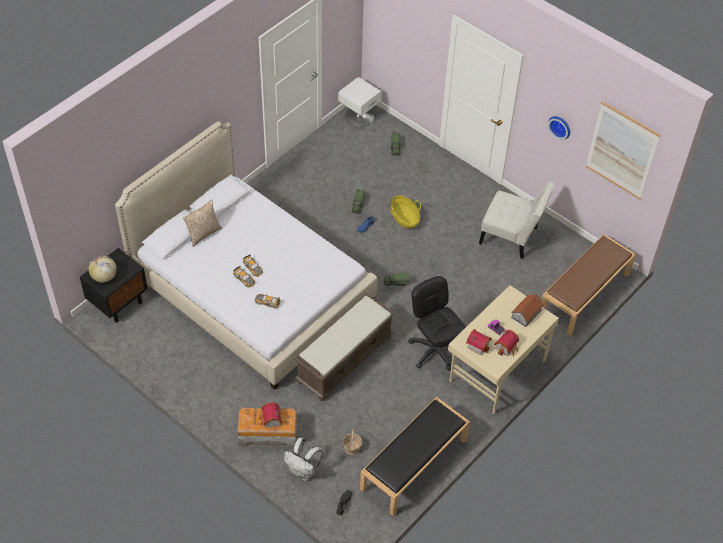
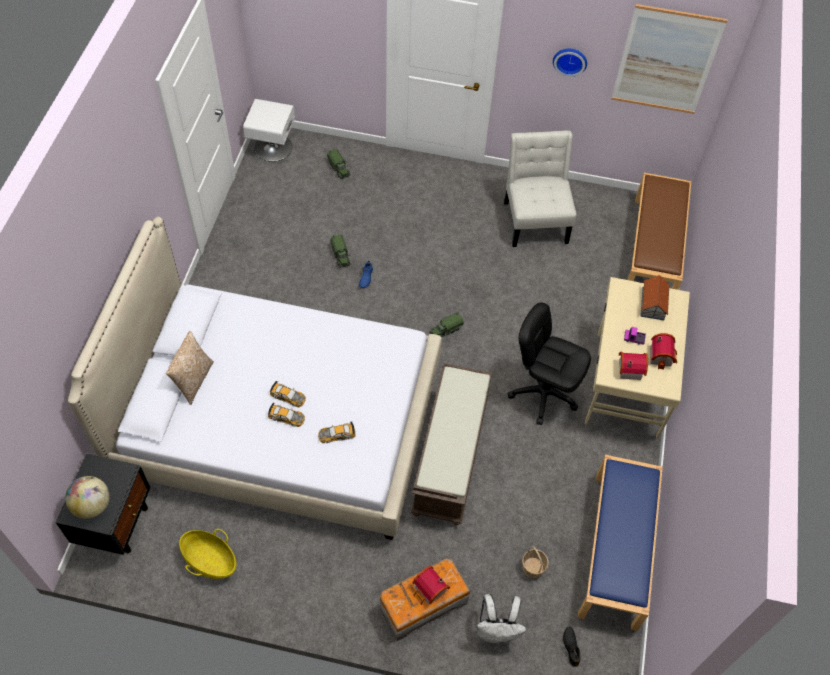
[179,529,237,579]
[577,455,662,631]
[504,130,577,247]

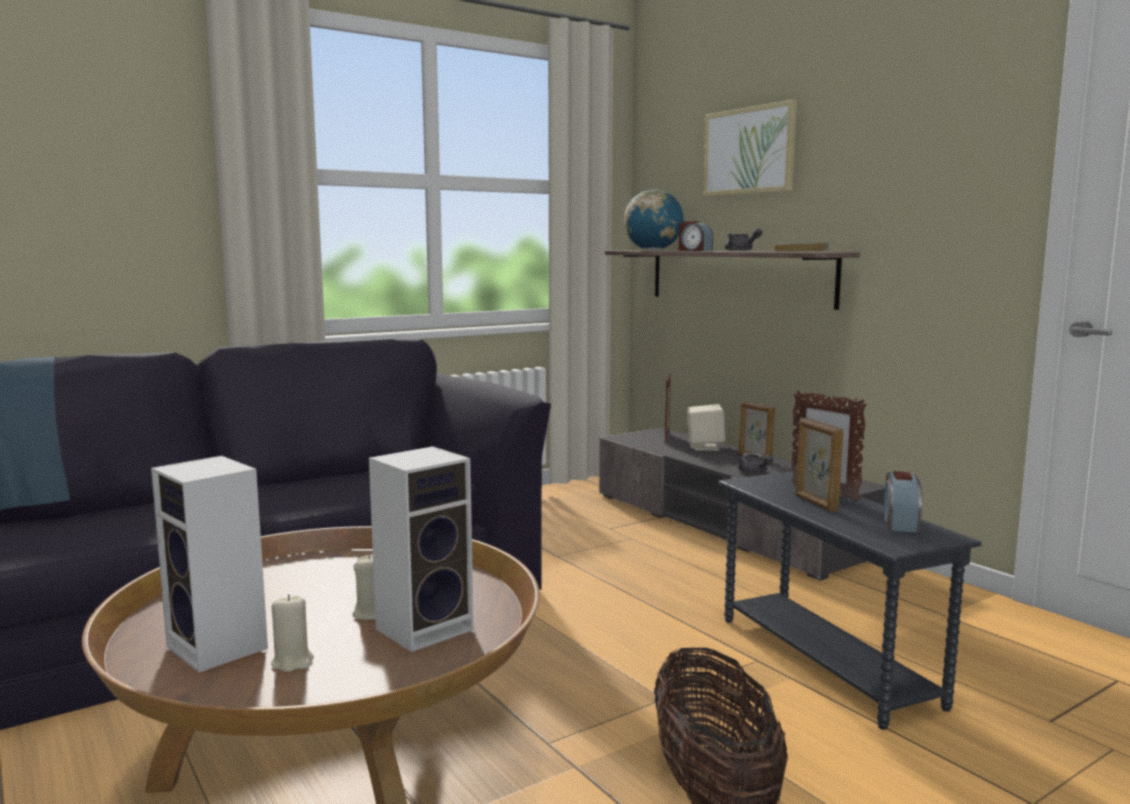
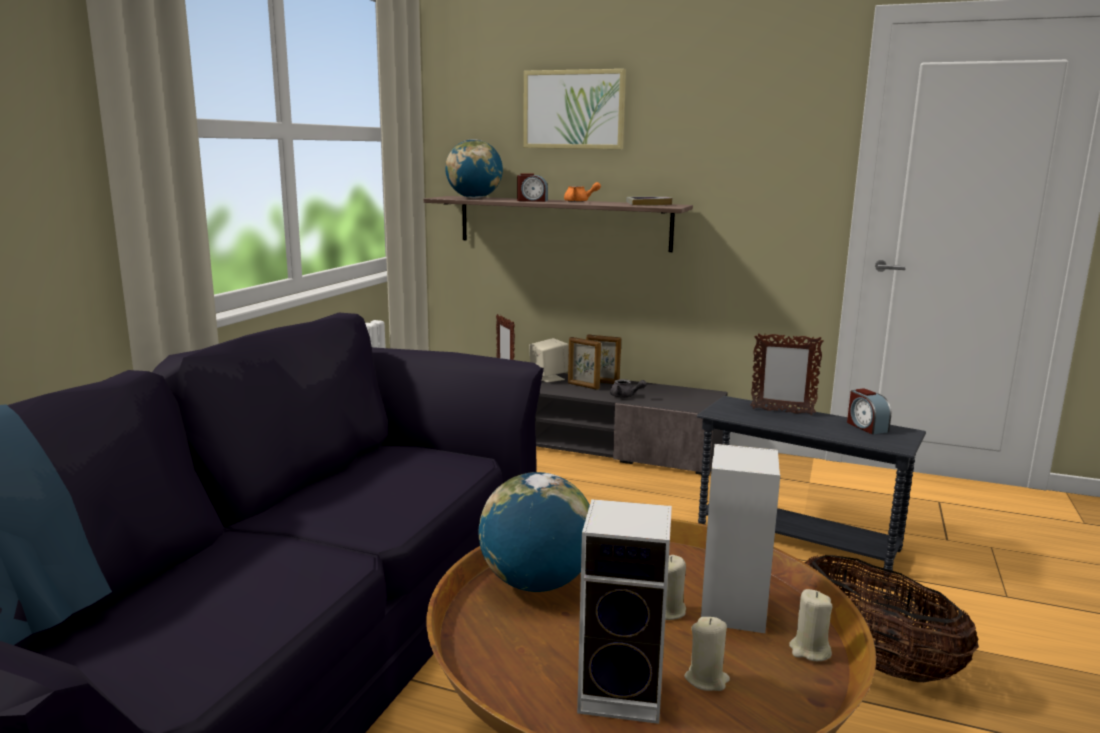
[478,472,590,592]
[789,589,833,661]
[568,337,601,390]
[564,182,601,202]

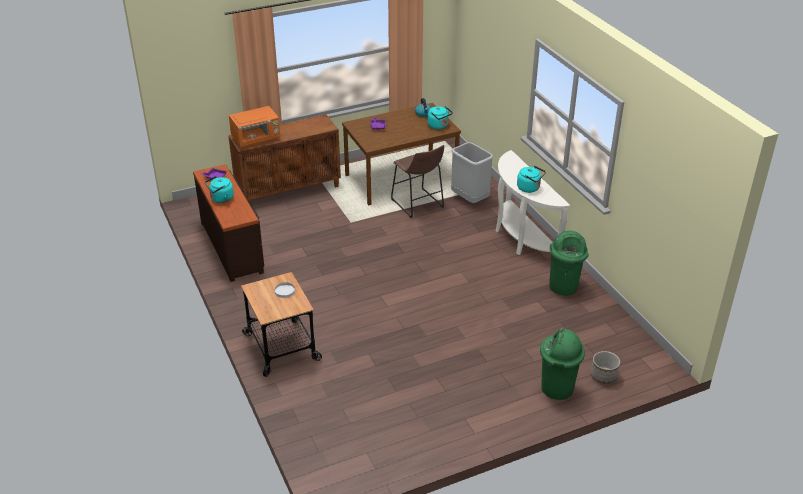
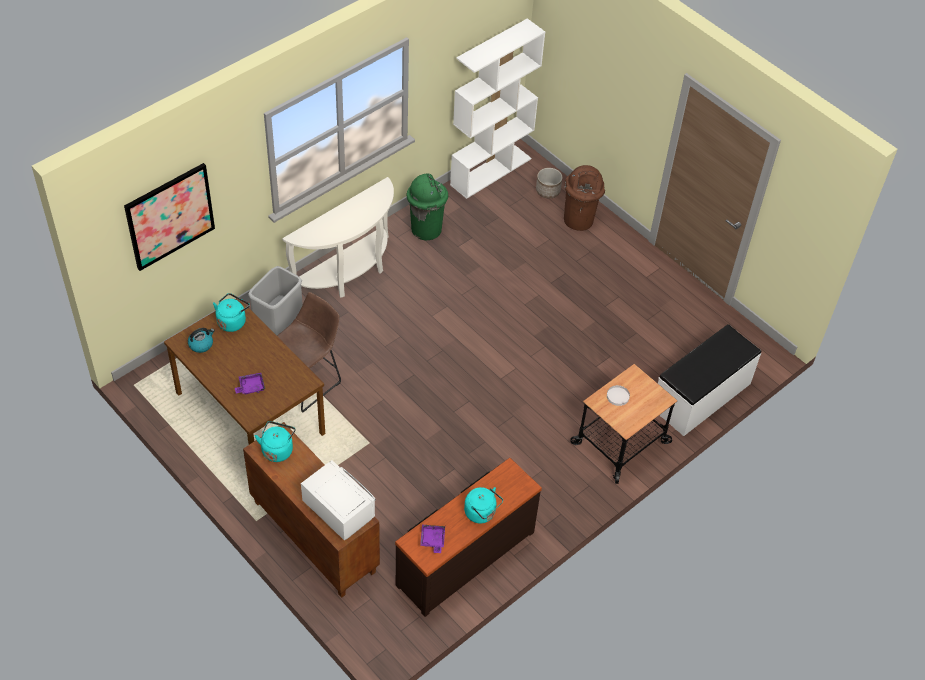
[124,163,215,271]
[450,18,545,199]
[658,324,761,436]
[255,421,296,462]
[301,460,376,540]
[564,165,605,231]

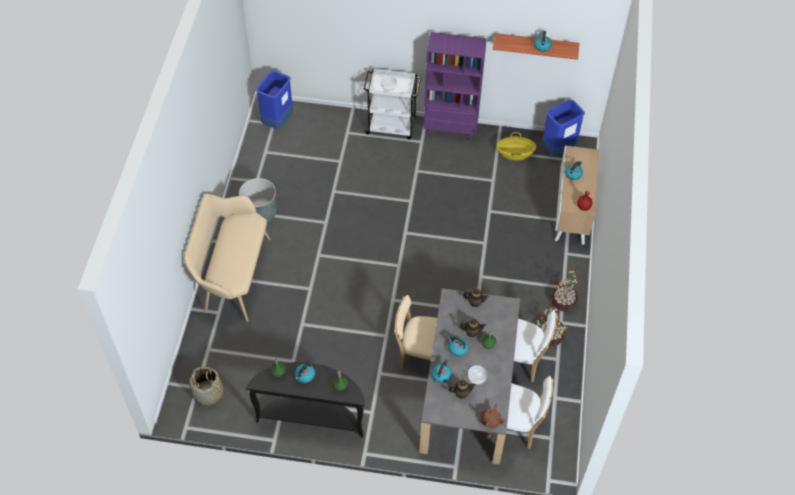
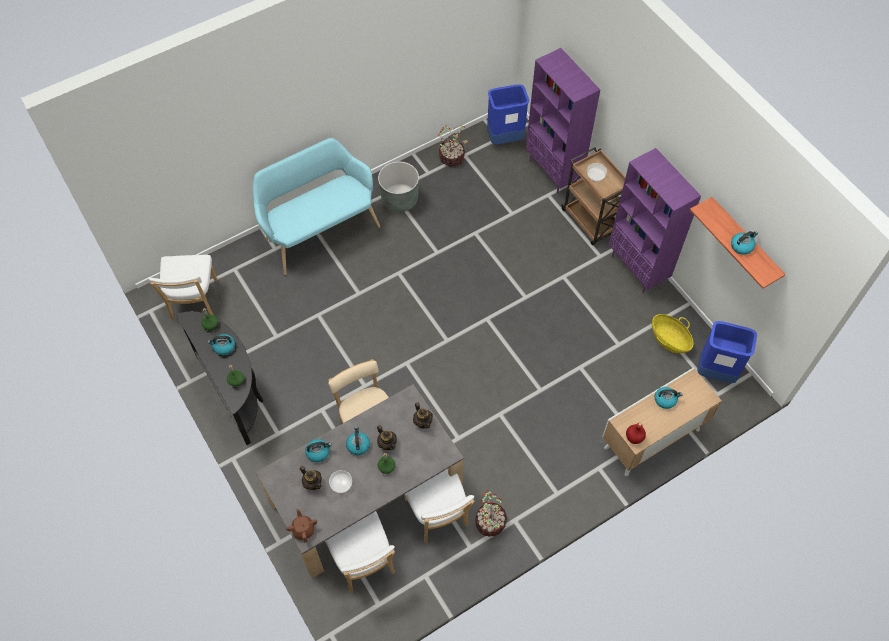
[526,48,600,194]
[438,125,469,166]
[149,255,217,320]
[253,138,380,275]
[561,147,625,245]

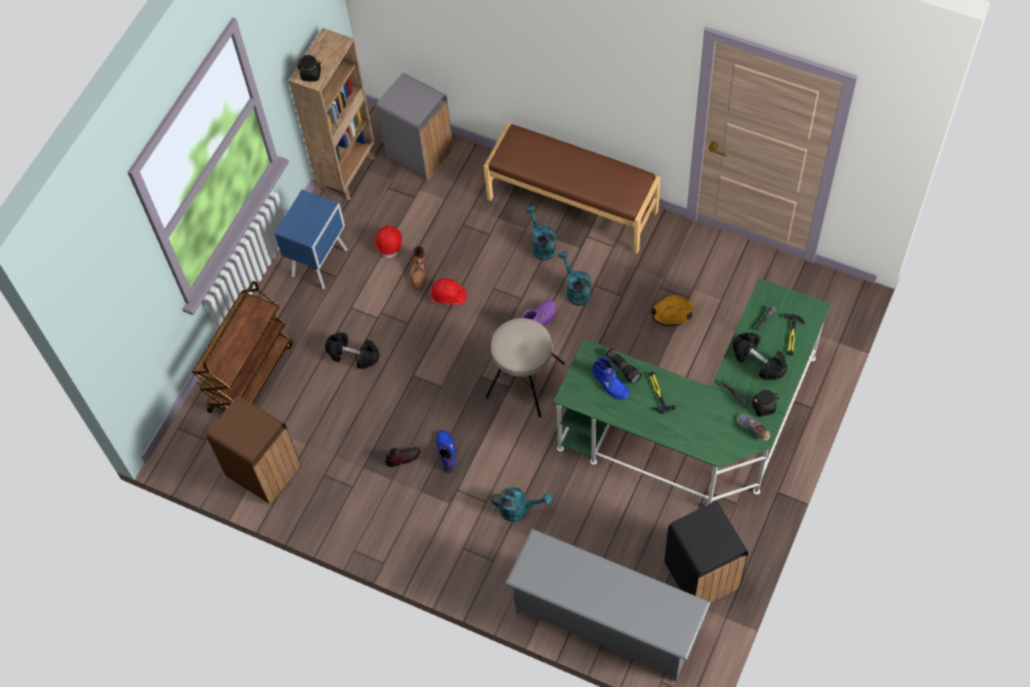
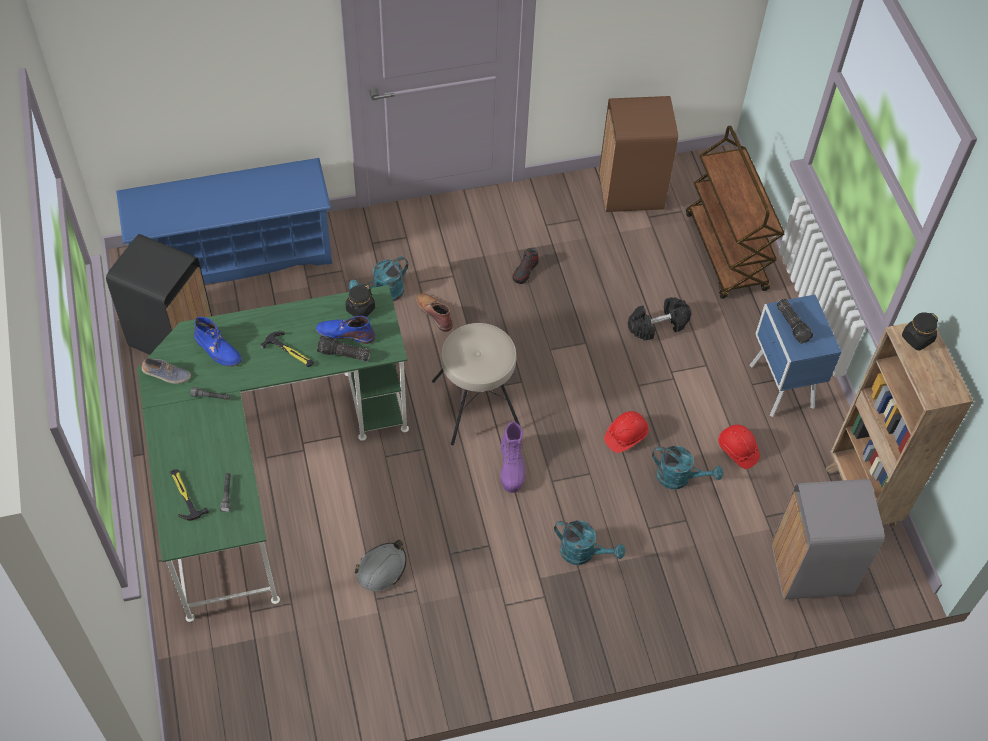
[484,123,661,254] (first image)
[733,332,788,381] (first image)
[777,299,813,344]
[416,293,453,332]
[194,317,242,366]
[652,446,723,489]
[346,284,375,317]
[116,158,332,284]
[355,540,407,591]

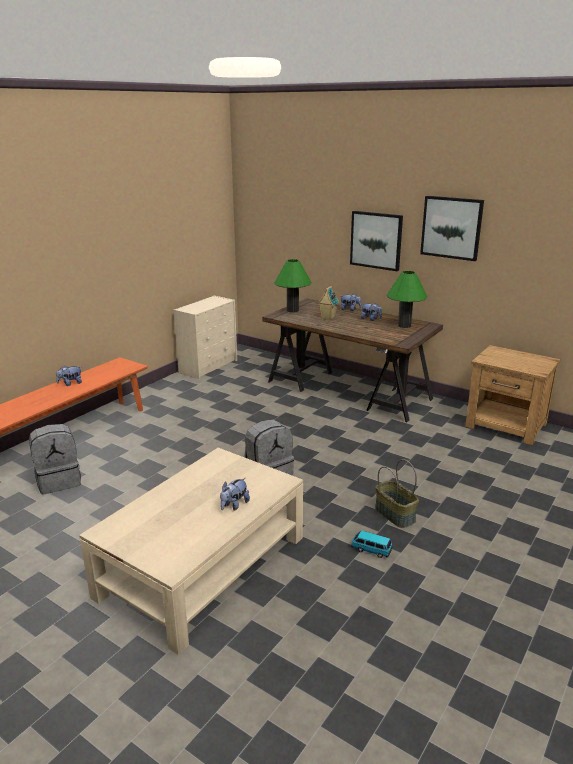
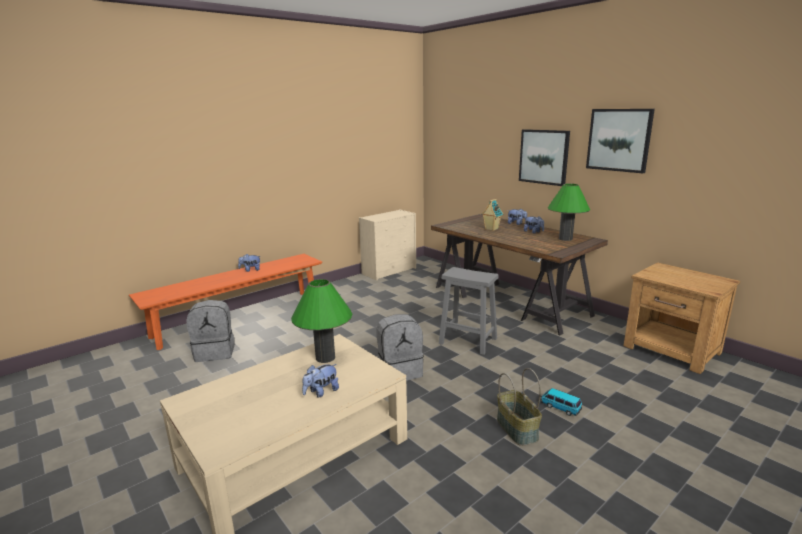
[439,267,499,355]
[291,279,352,363]
[541,388,582,416]

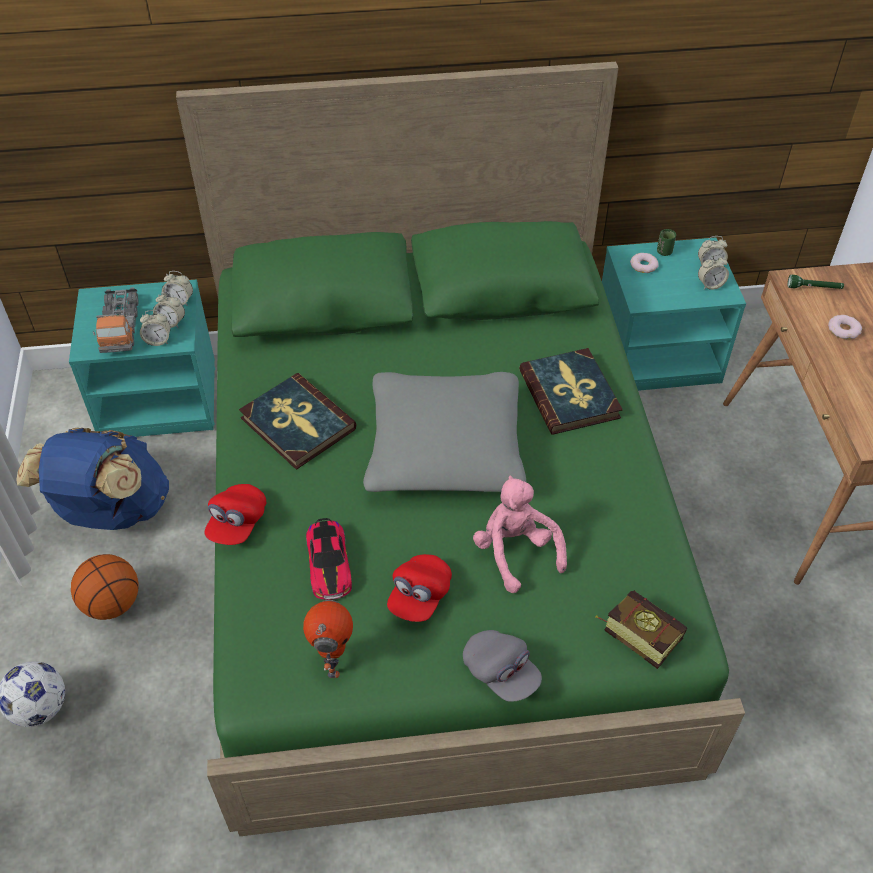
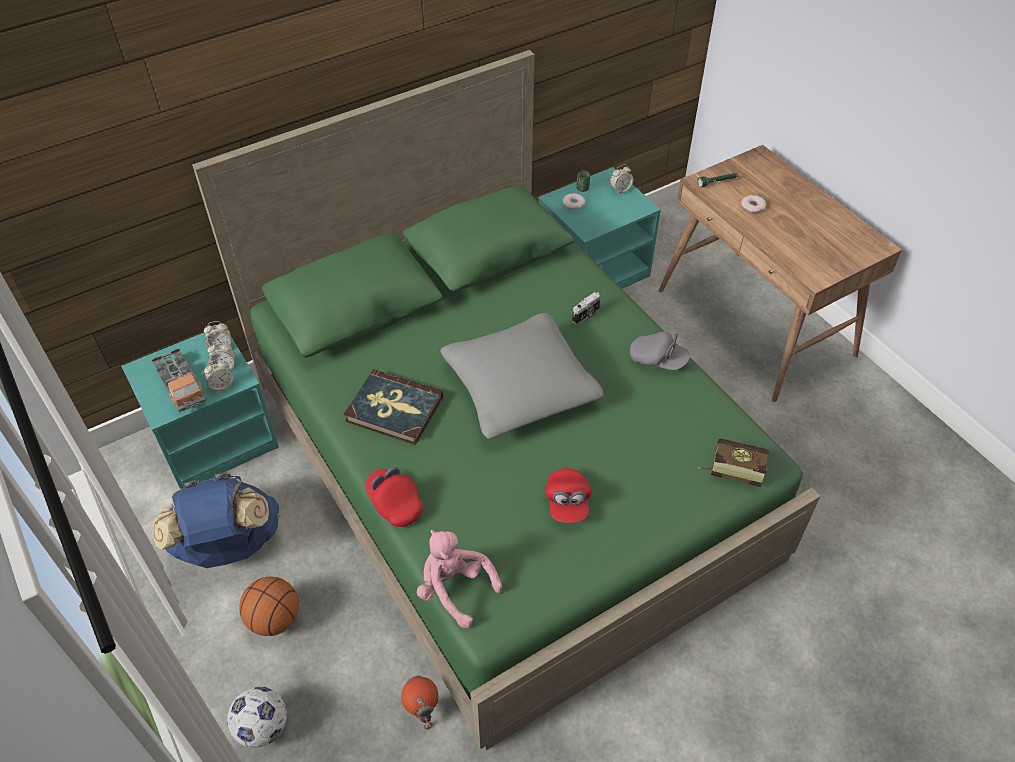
[306,518,352,600] (first image)
[698,254,729,290] (first image)
[401,676,438,730]
[630,331,690,370]
[417,530,502,628]
[572,292,600,325]
[365,467,423,527]

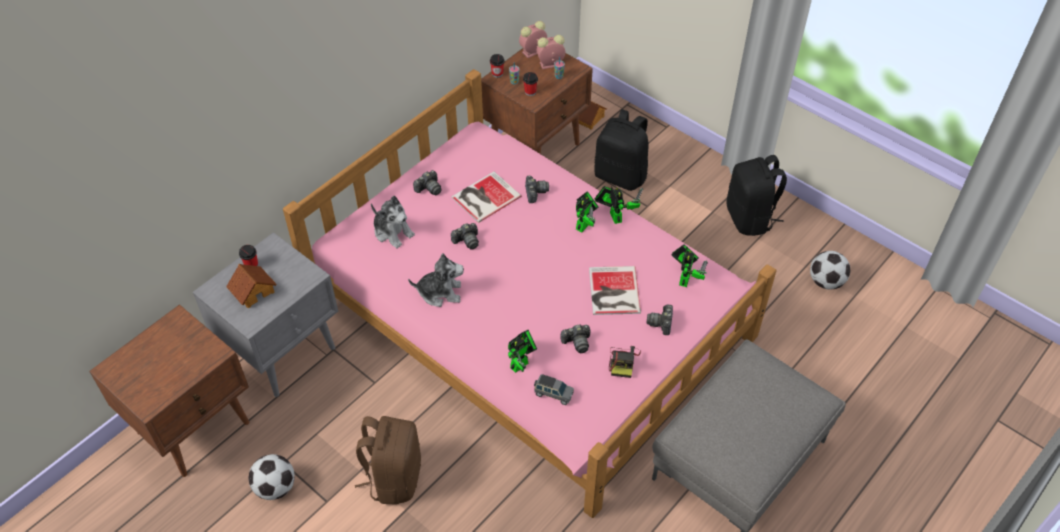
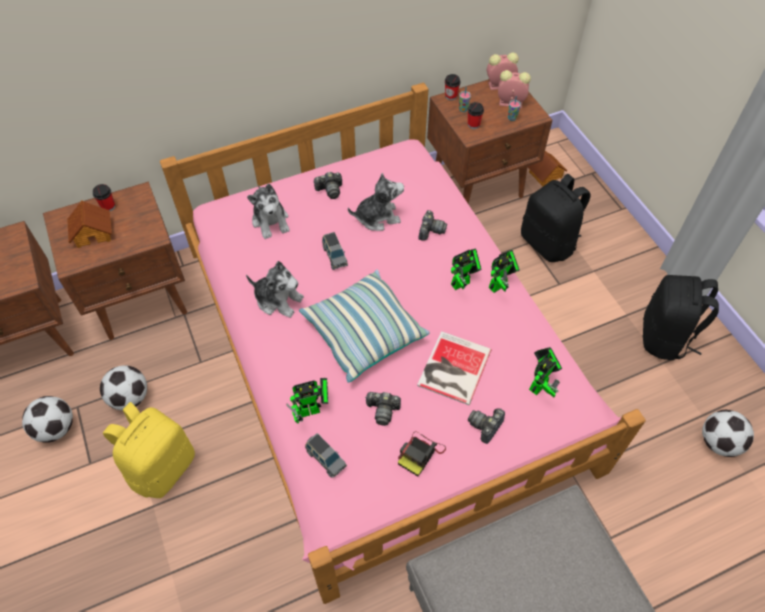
[100,365,147,410]
[299,270,429,383]
[322,232,348,270]
[348,173,404,231]
[43,181,187,340]
[103,402,195,498]
[489,250,520,293]

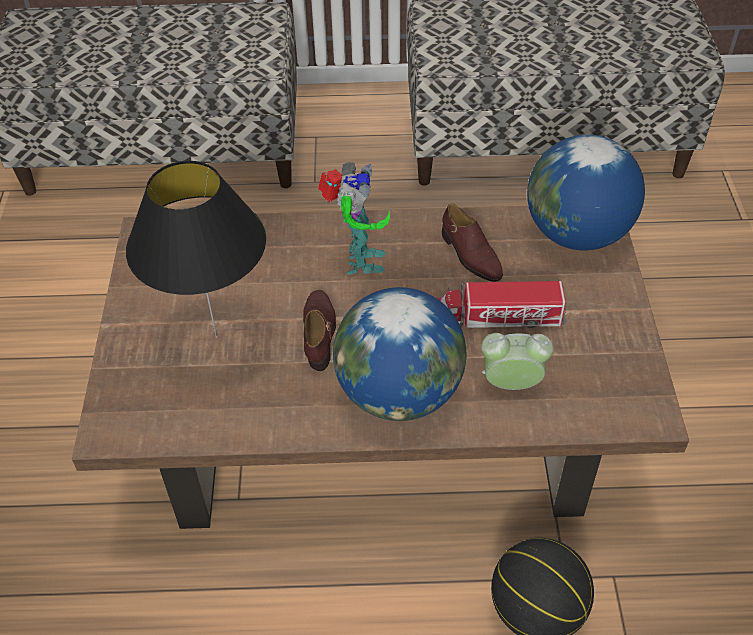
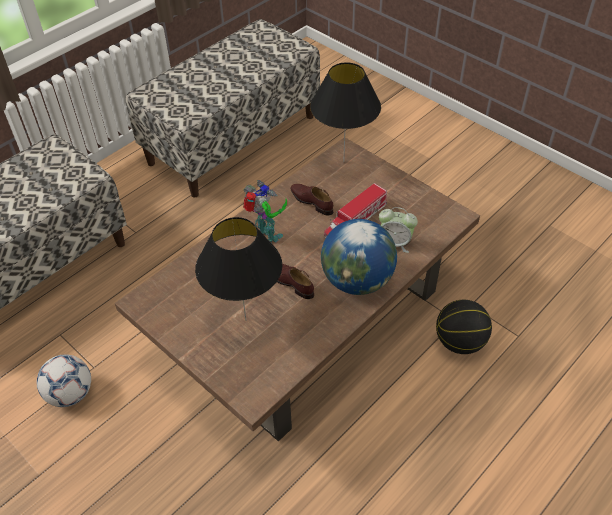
[37,354,91,407]
[310,62,381,162]
[290,184,333,215]
[379,207,418,253]

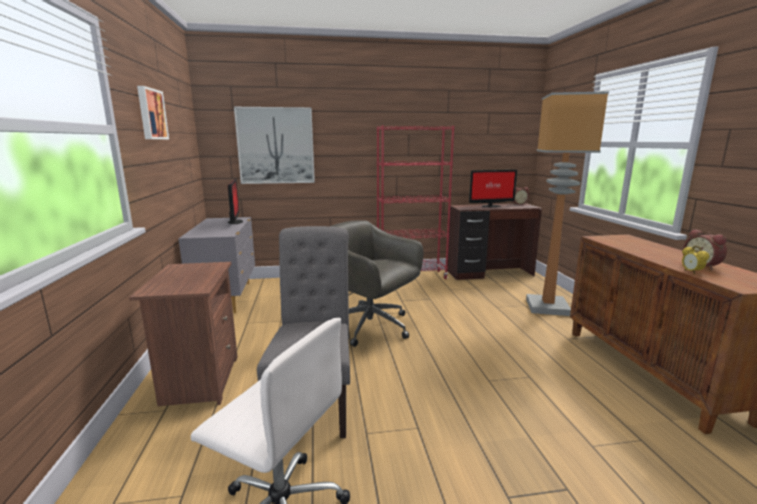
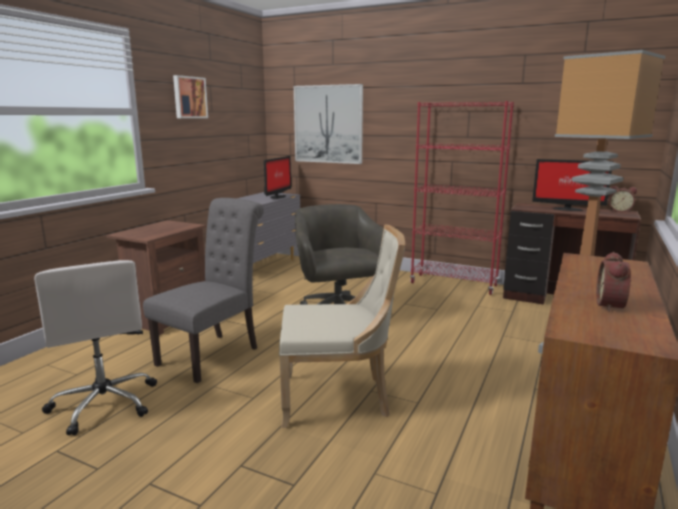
[682,246,710,274] (first image)
[279,224,405,428]

